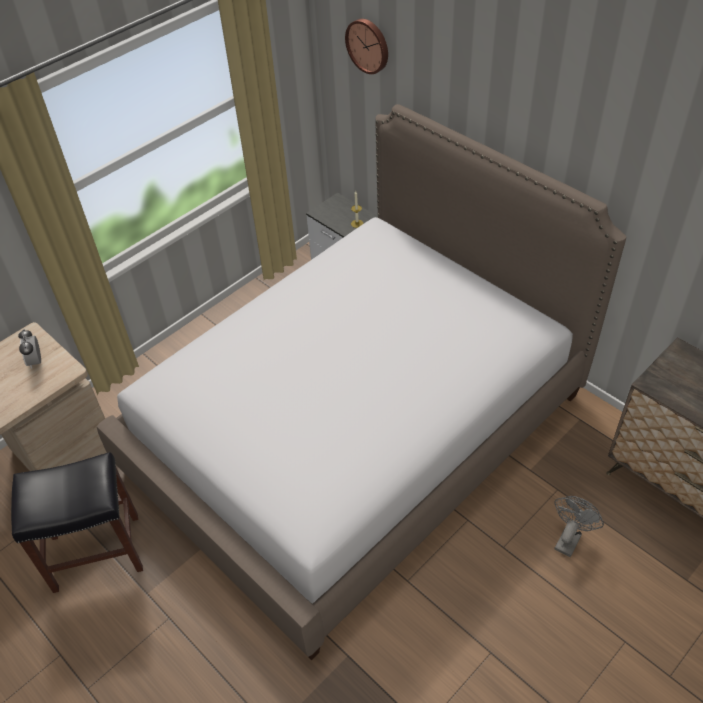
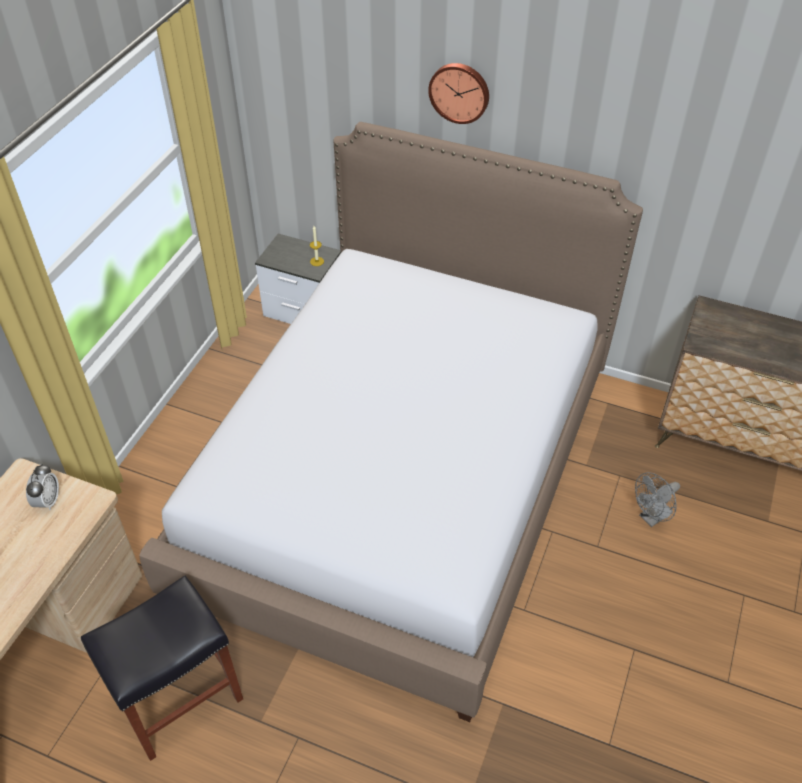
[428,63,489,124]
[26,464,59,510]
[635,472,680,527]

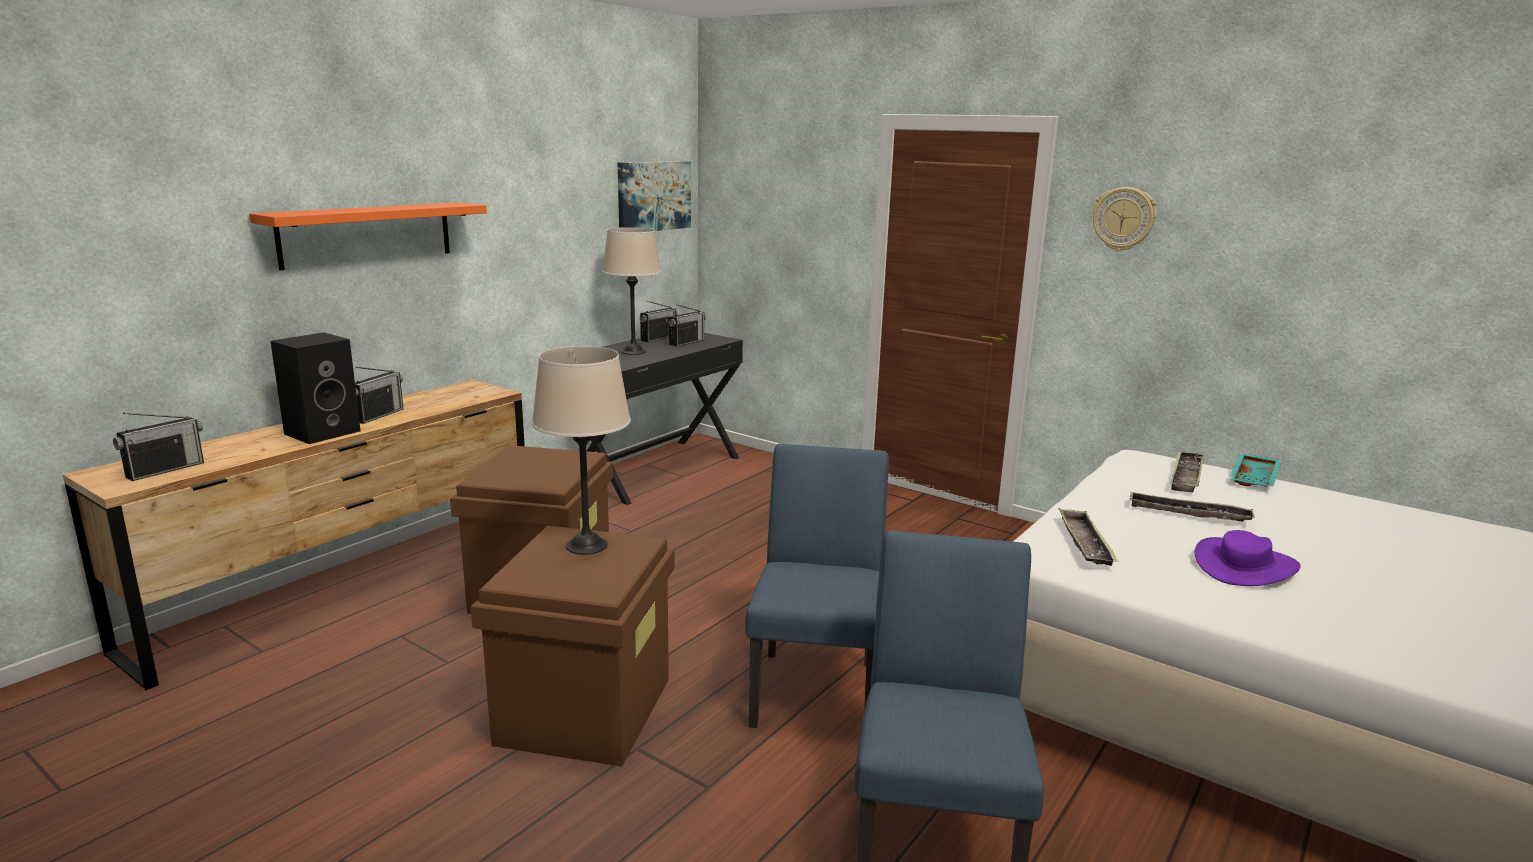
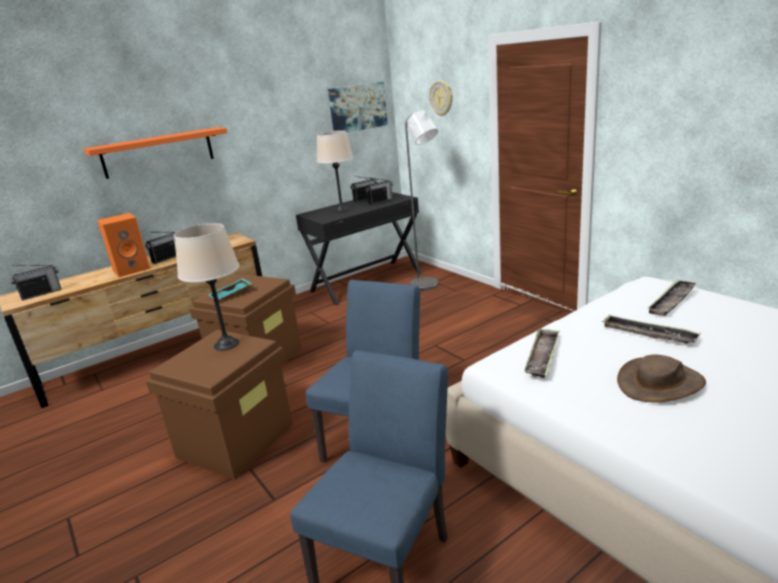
[405,110,439,290]
[429,81,453,116]
[208,278,252,300]
[97,213,150,278]
[617,355,706,402]

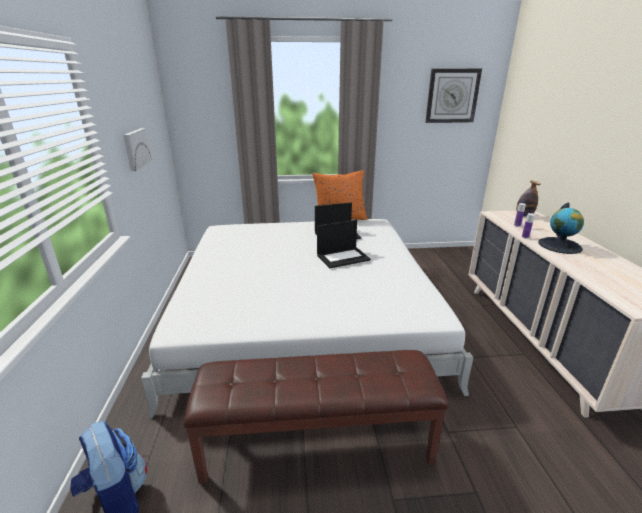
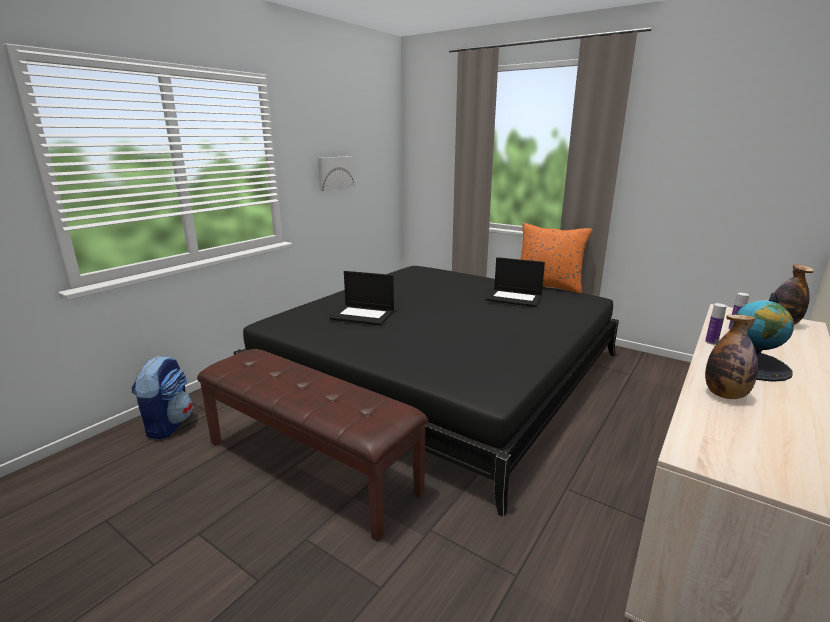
[425,69,482,123] (first image)
[705,315,758,399]
[329,271,394,325]
[234,266,619,517]

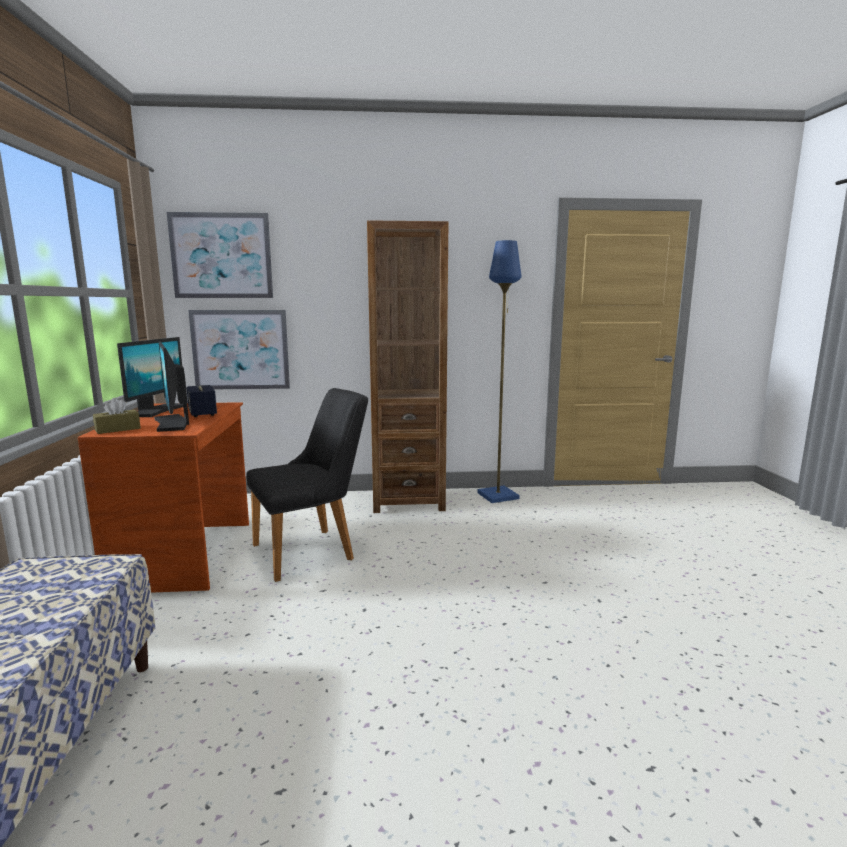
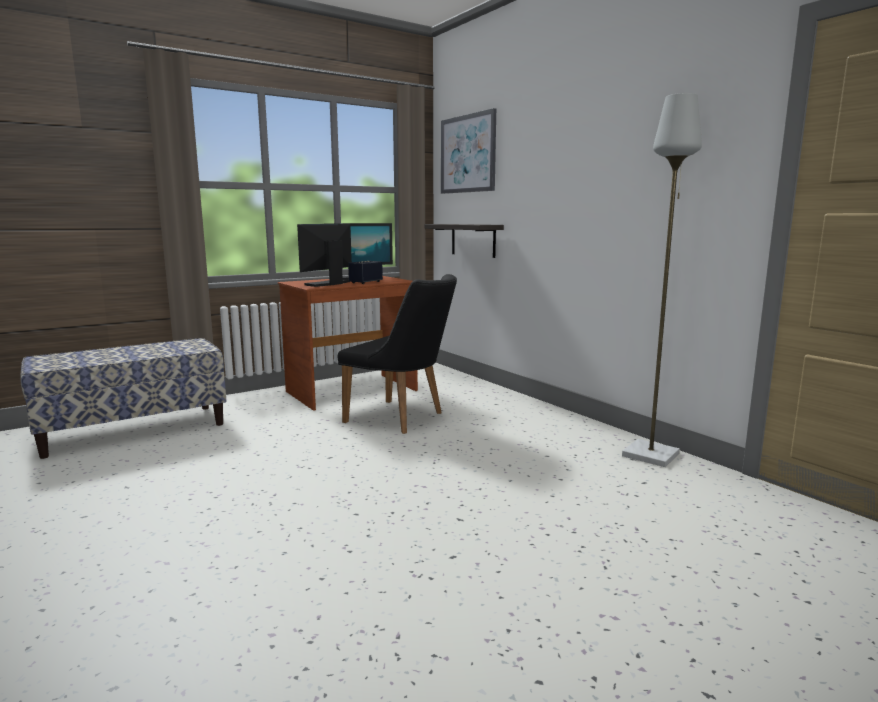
[93,398,141,434] (first image)
[367,220,448,513] (first image)
[425,224,504,258]
[622,93,702,467]

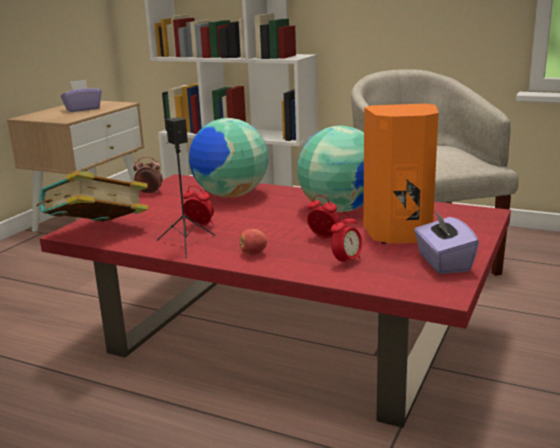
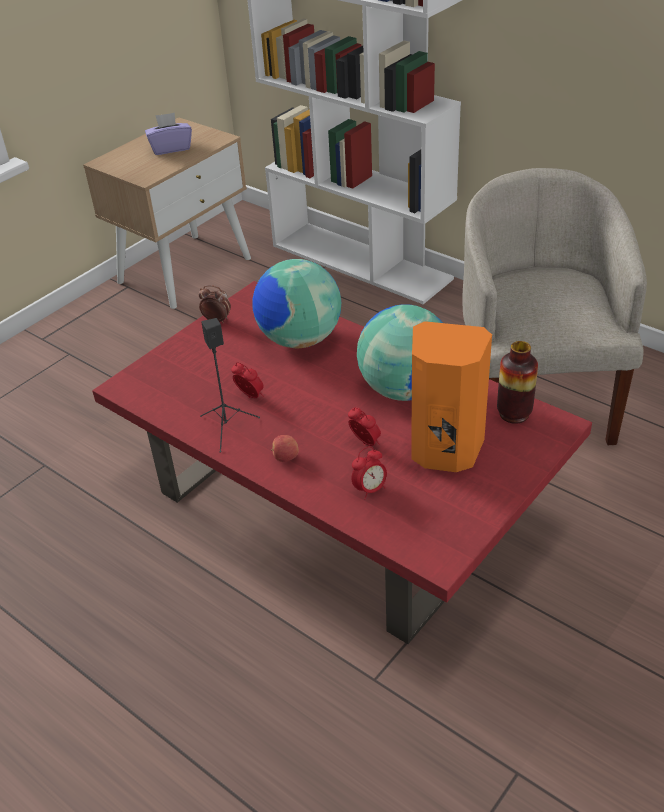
[36,171,149,222] (first image)
[414,210,479,274] (first image)
[497,341,538,424]

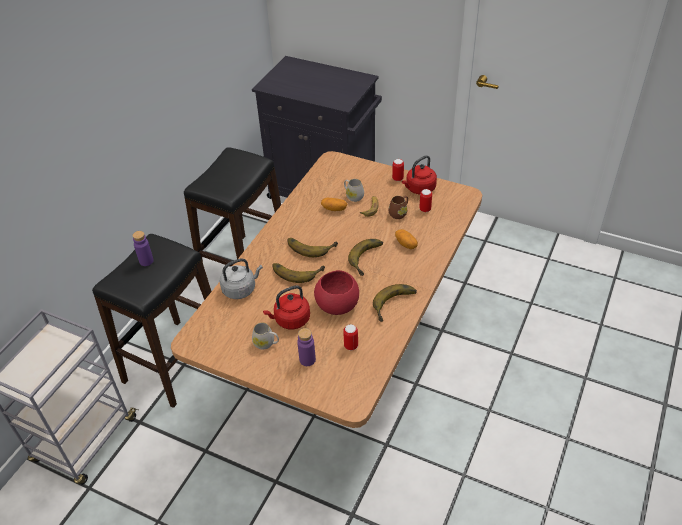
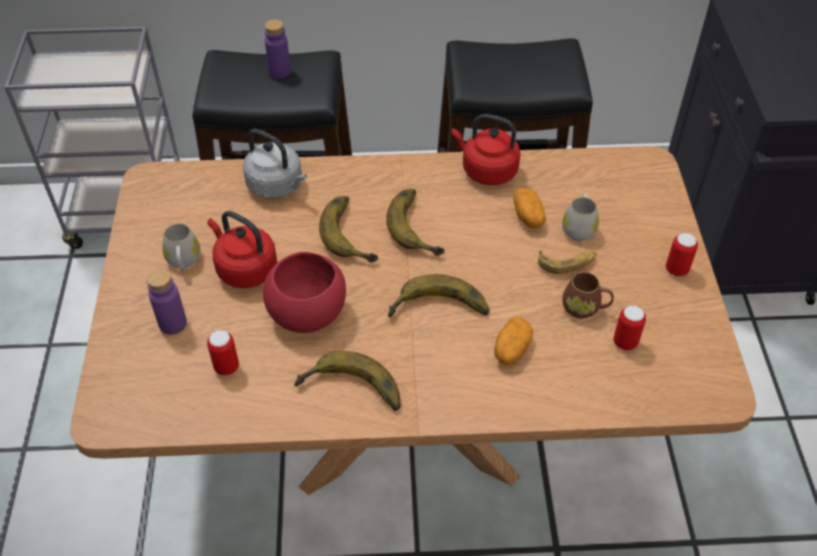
[452,114,521,185]

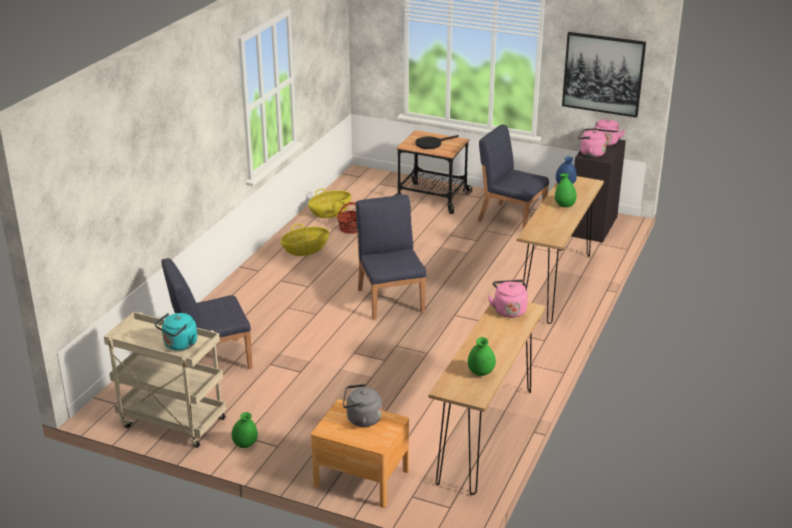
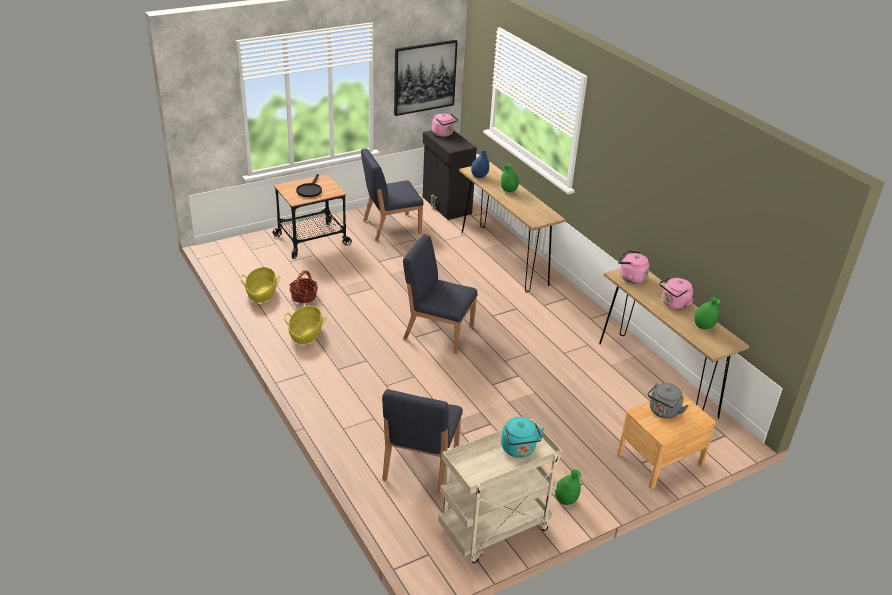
[659,276,694,310]

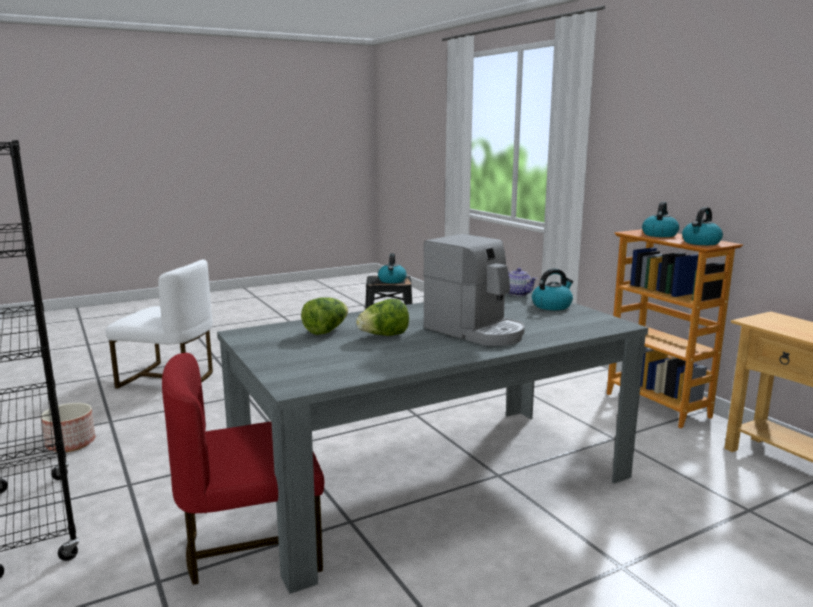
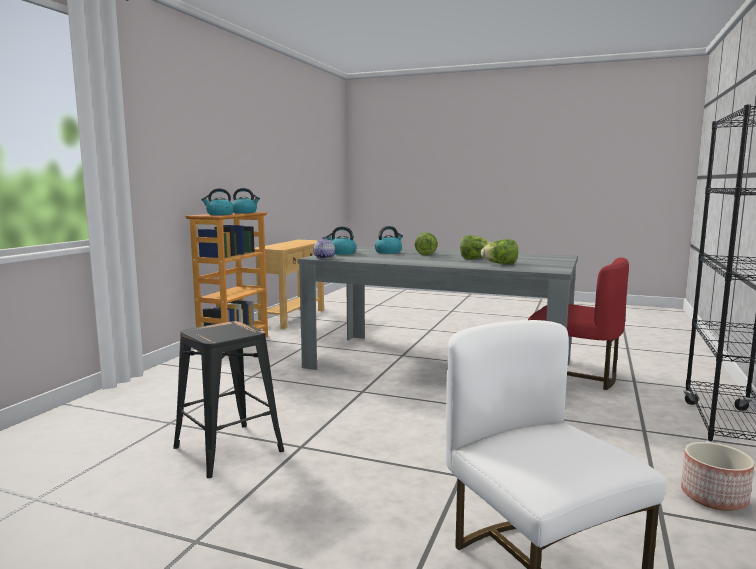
[374,226,403,254]
[415,232,438,255]

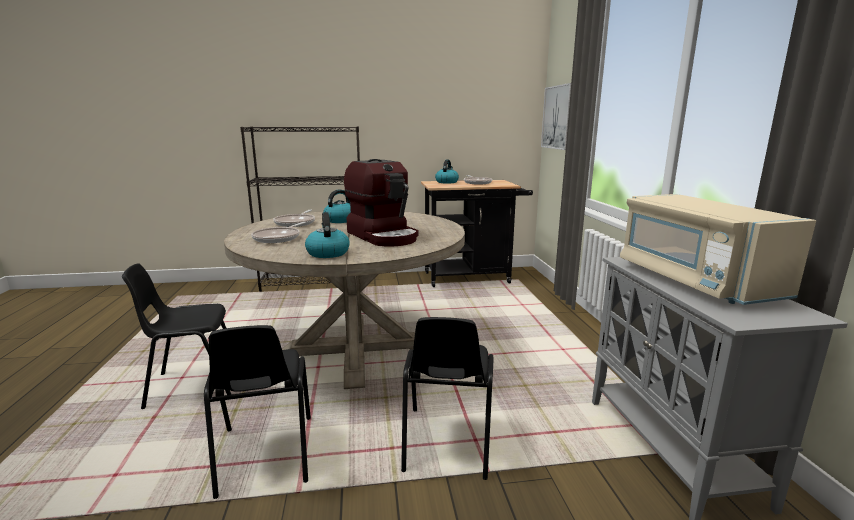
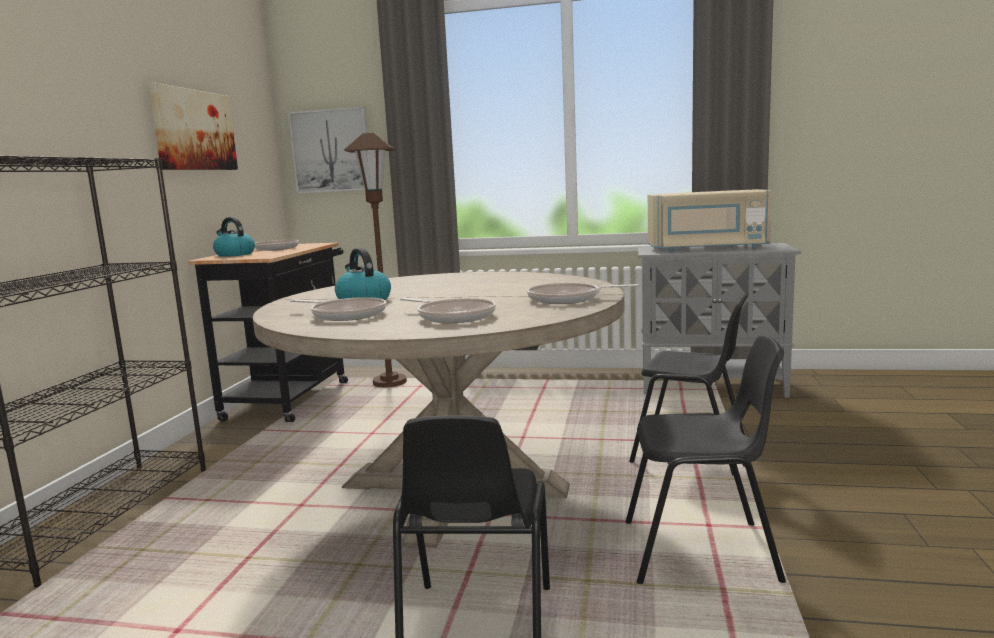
[344,159,418,246] (first image)
[148,83,238,170]
[344,133,407,387]
[527,283,639,304]

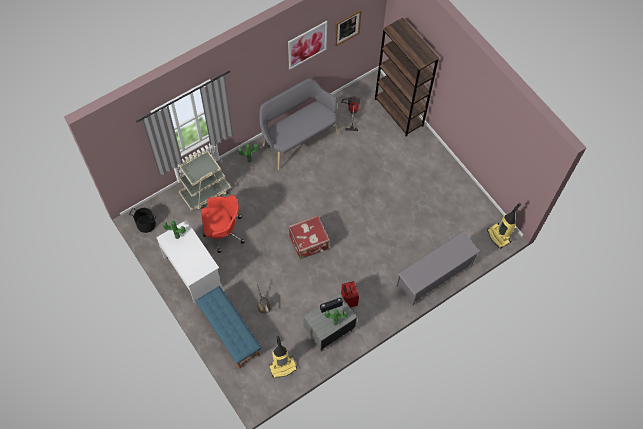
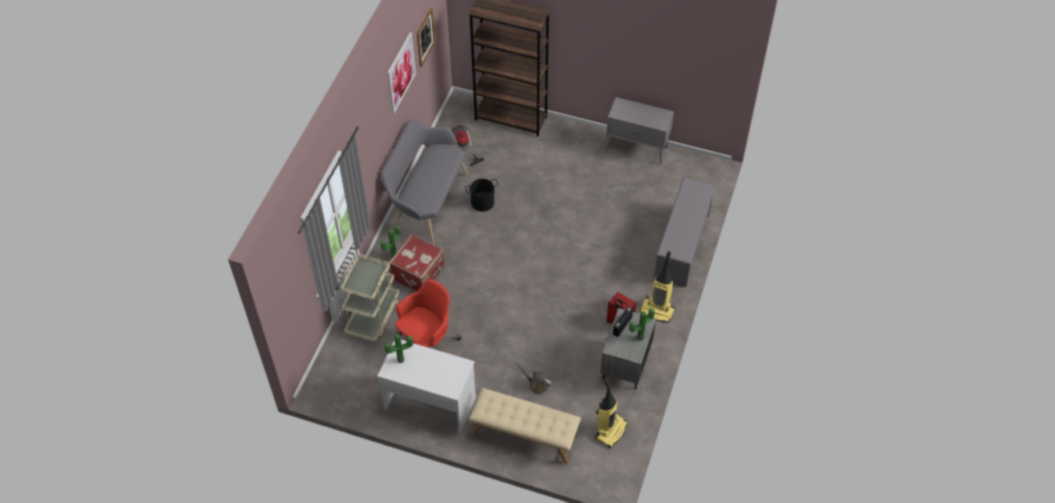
[606,97,674,165]
[465,179,499,212]
[389,234,445,292]
[640,251,675,323]
[469,388,581,464]

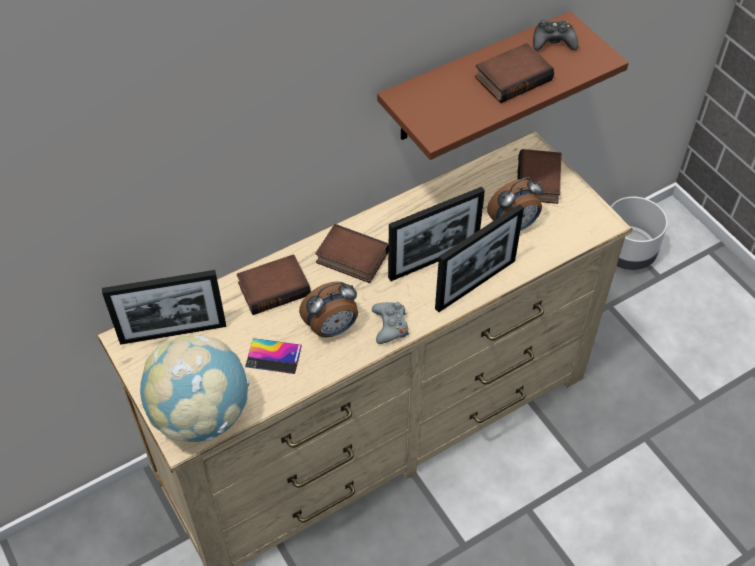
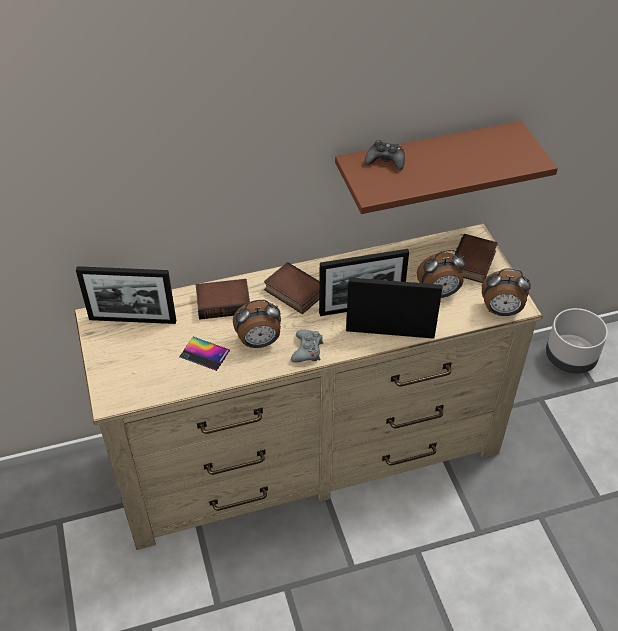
[140,336,249,442] (first image)
[475,43,554,103] (first image)
[482,268,531,316]
[365,140,405,170]
[346,278,442,339]

